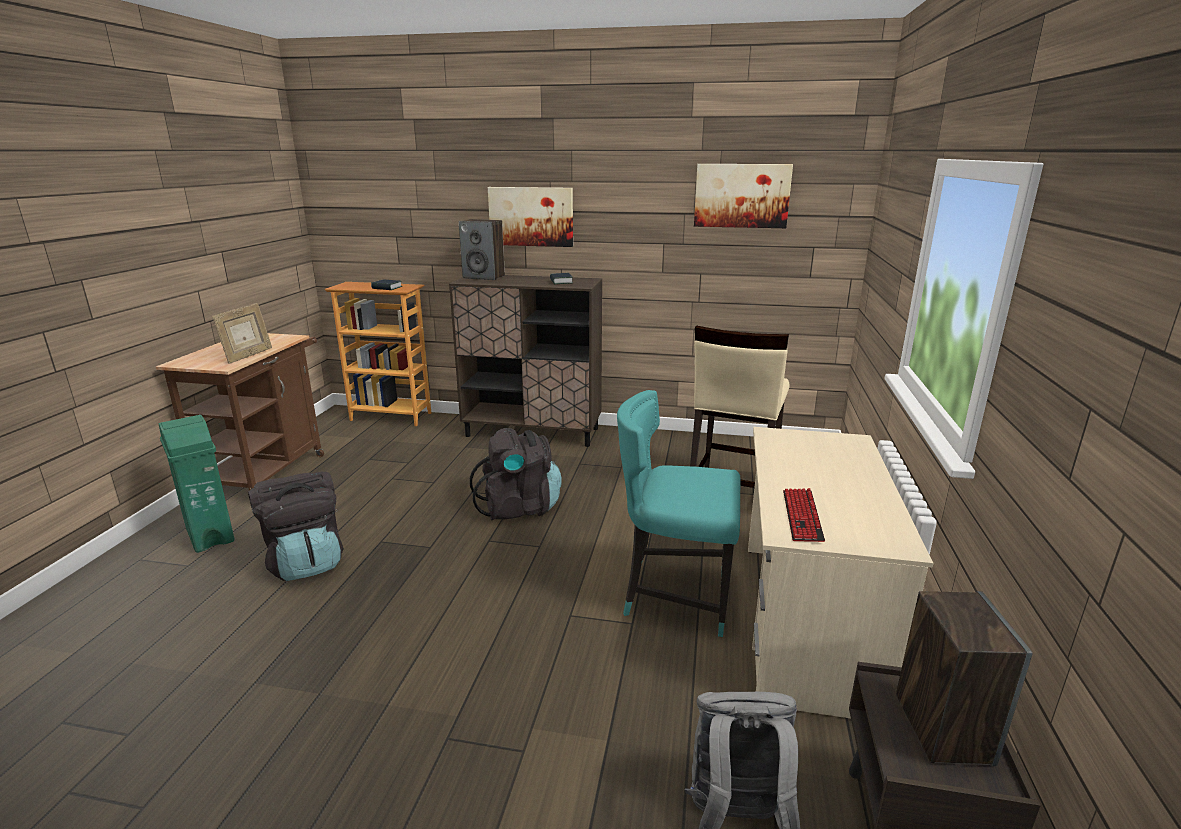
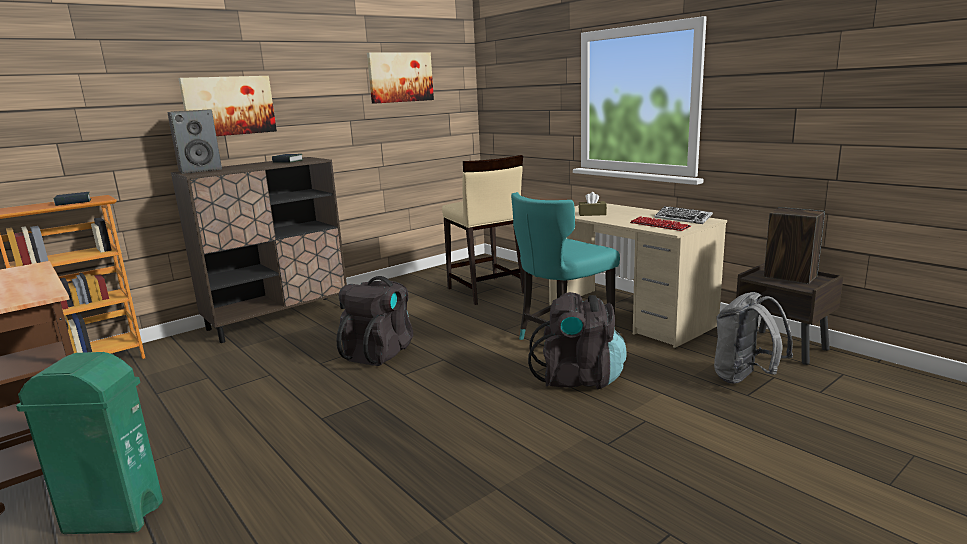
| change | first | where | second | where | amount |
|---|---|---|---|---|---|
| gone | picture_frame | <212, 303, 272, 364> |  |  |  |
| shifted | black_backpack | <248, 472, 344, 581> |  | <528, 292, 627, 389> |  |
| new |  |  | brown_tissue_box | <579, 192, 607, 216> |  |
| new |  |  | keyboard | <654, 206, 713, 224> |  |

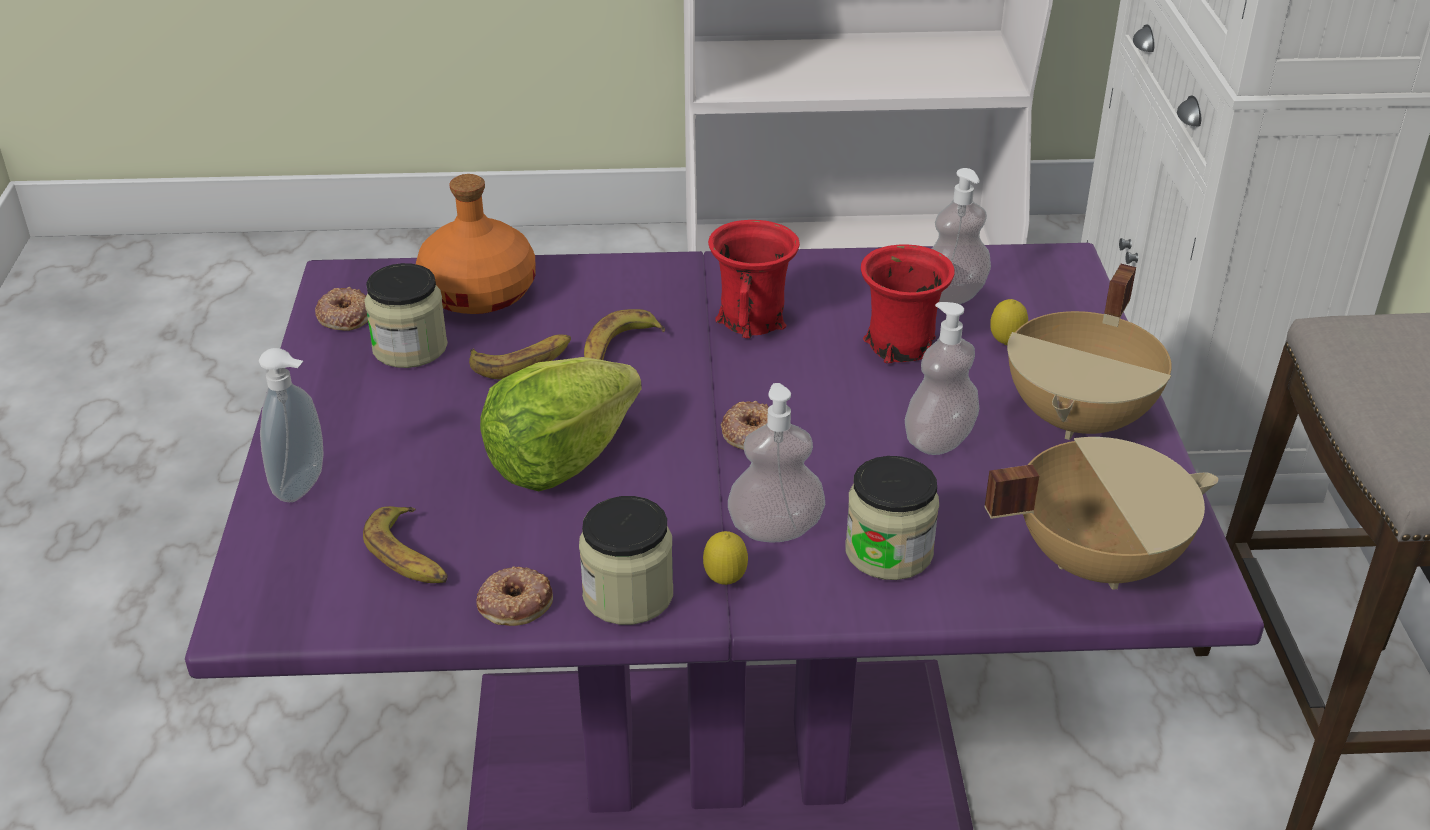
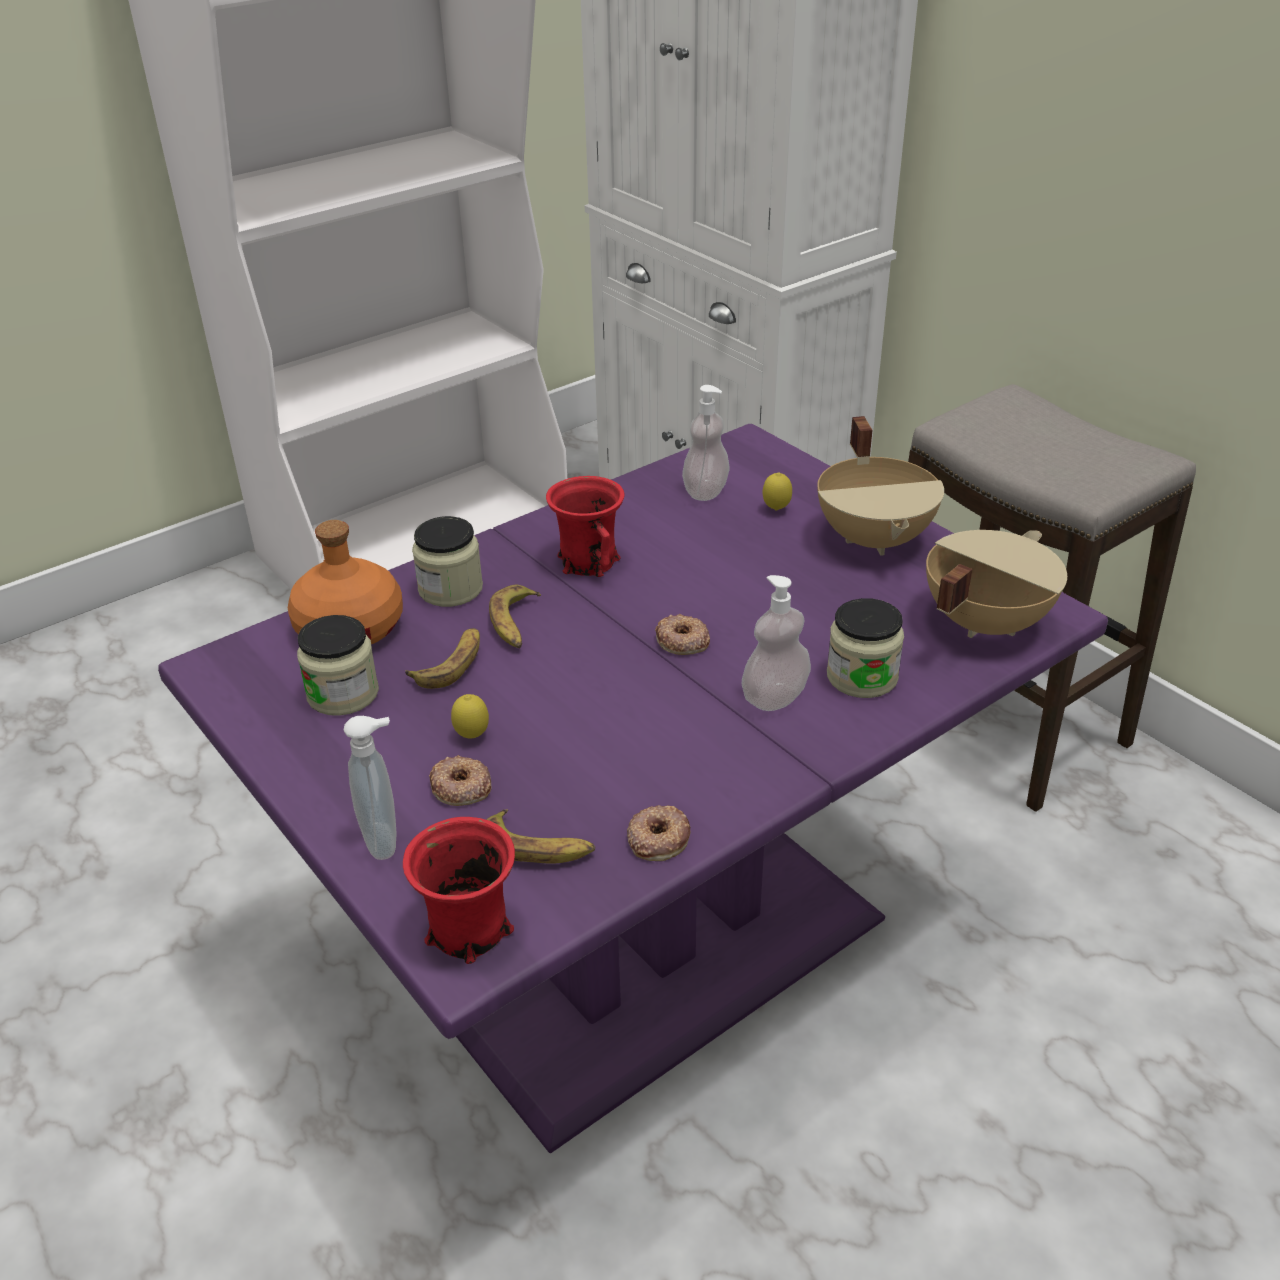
| change | first | where | second | where | amount |
|---|---|---|---|---|---|
| shifted | donut | <315, 287, 368, 331> |  | <429, 755, 492, 806> |  |
| gone | lettuce | <480, 357, 642, 491> |  |  |  |
| shifted | jar | <579, 496, 673, 625> |  | <412, 516, 483, 607> |  |
| shifted | lemon | <703, 531, 748, 585> |  | <451, 694, 489, 739> |  |
| shifted | red_mug | <861, 244, 955, 363> |  | <403, 817, 515, 964> |  |
| gone | soap_dispenser | <905, 302, 979, 455> |  |  |  |

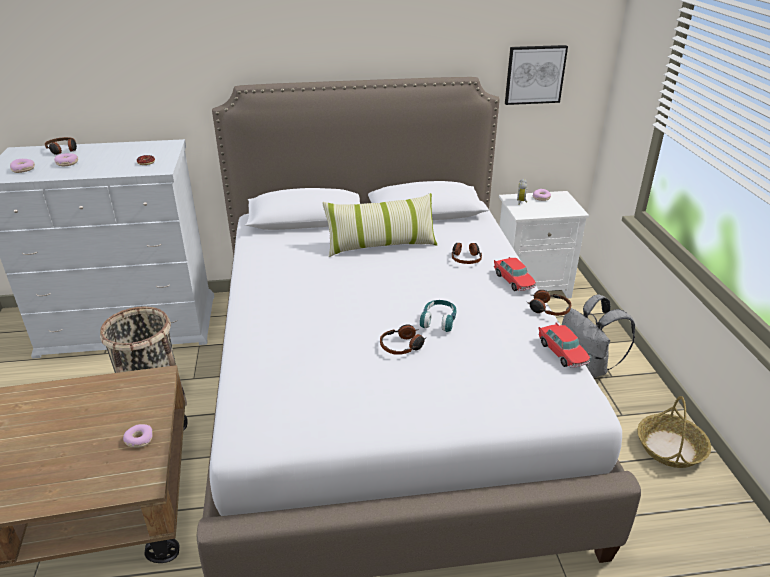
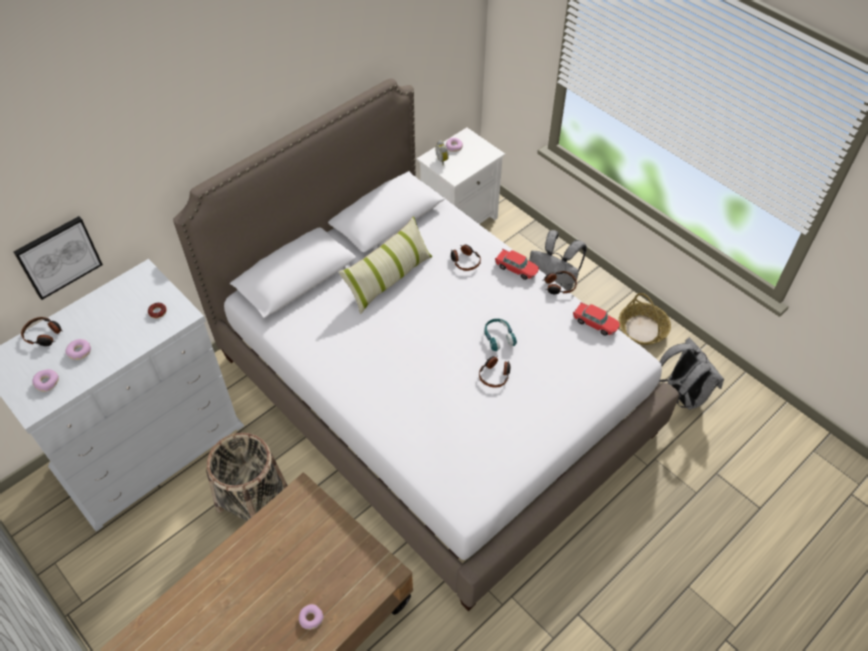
| change | first | where | second | where | amount |
|---|---|---|---|---|---|
| shifted | donut | <123, 424, 153, 448> |  | <299, 604, 324, 630> |  |
| shifted | picture | <505, 45, 568, 105> |  | <14, 216, 103, 300> |  |
| new |  |  | grey_backpack | <659, 338, 724, 410> |  |

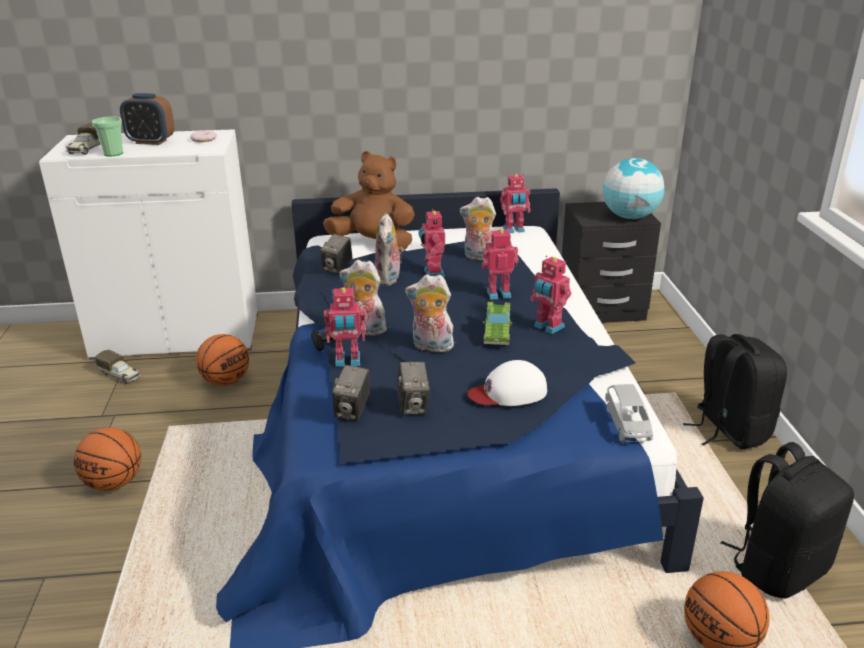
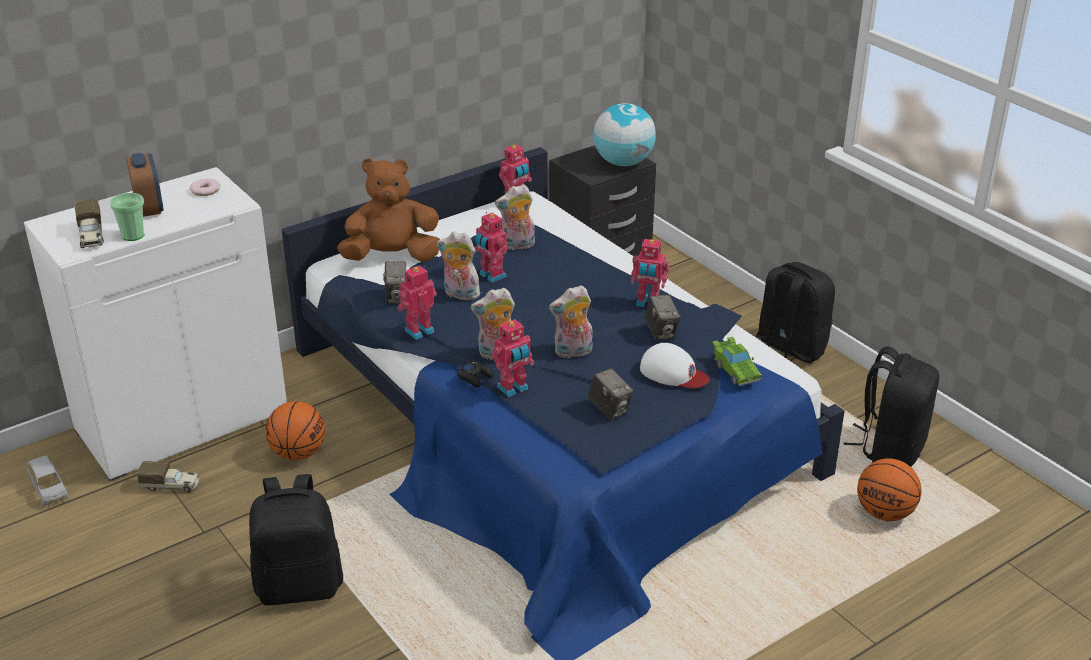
| change | first | where | second | where | amount |
|---|---|---|---|---|---|
| swapped | basketball | <74, 427, 141, 491> | black_backpack | <249, 474, 343, 605> |  |
| rotated | alarm_clock | <120, 93, 175, 145> |  | <126, 153, 164, 217> | 90 degrees counterclockwise |
| shifted | photo_camera | <332, 365, 370, 421> |  | <644, 294, 680, 340> |  |
| rotated | plush_toy | <374, 213, 404, 286> |  | <437, 232, 482, 300> | 135 degrees clockwise |
| rotated | white_cap | <467, 360, 547, 406> |  | <640, 343, 710, 389> | 105 degrees counterclockwise |
| shifted | toy_robot | <482, 229, 519, 300> |  | <397, 265, 437, 340> |  |
| shifted | green_toy_car | <483, 302, 512, 345> |  | <712, 337, 762, 386> |  |
| shifted | grey_toy_car | <605, 384, 653, 442> |  | <26, 455, 68, 506> |  |

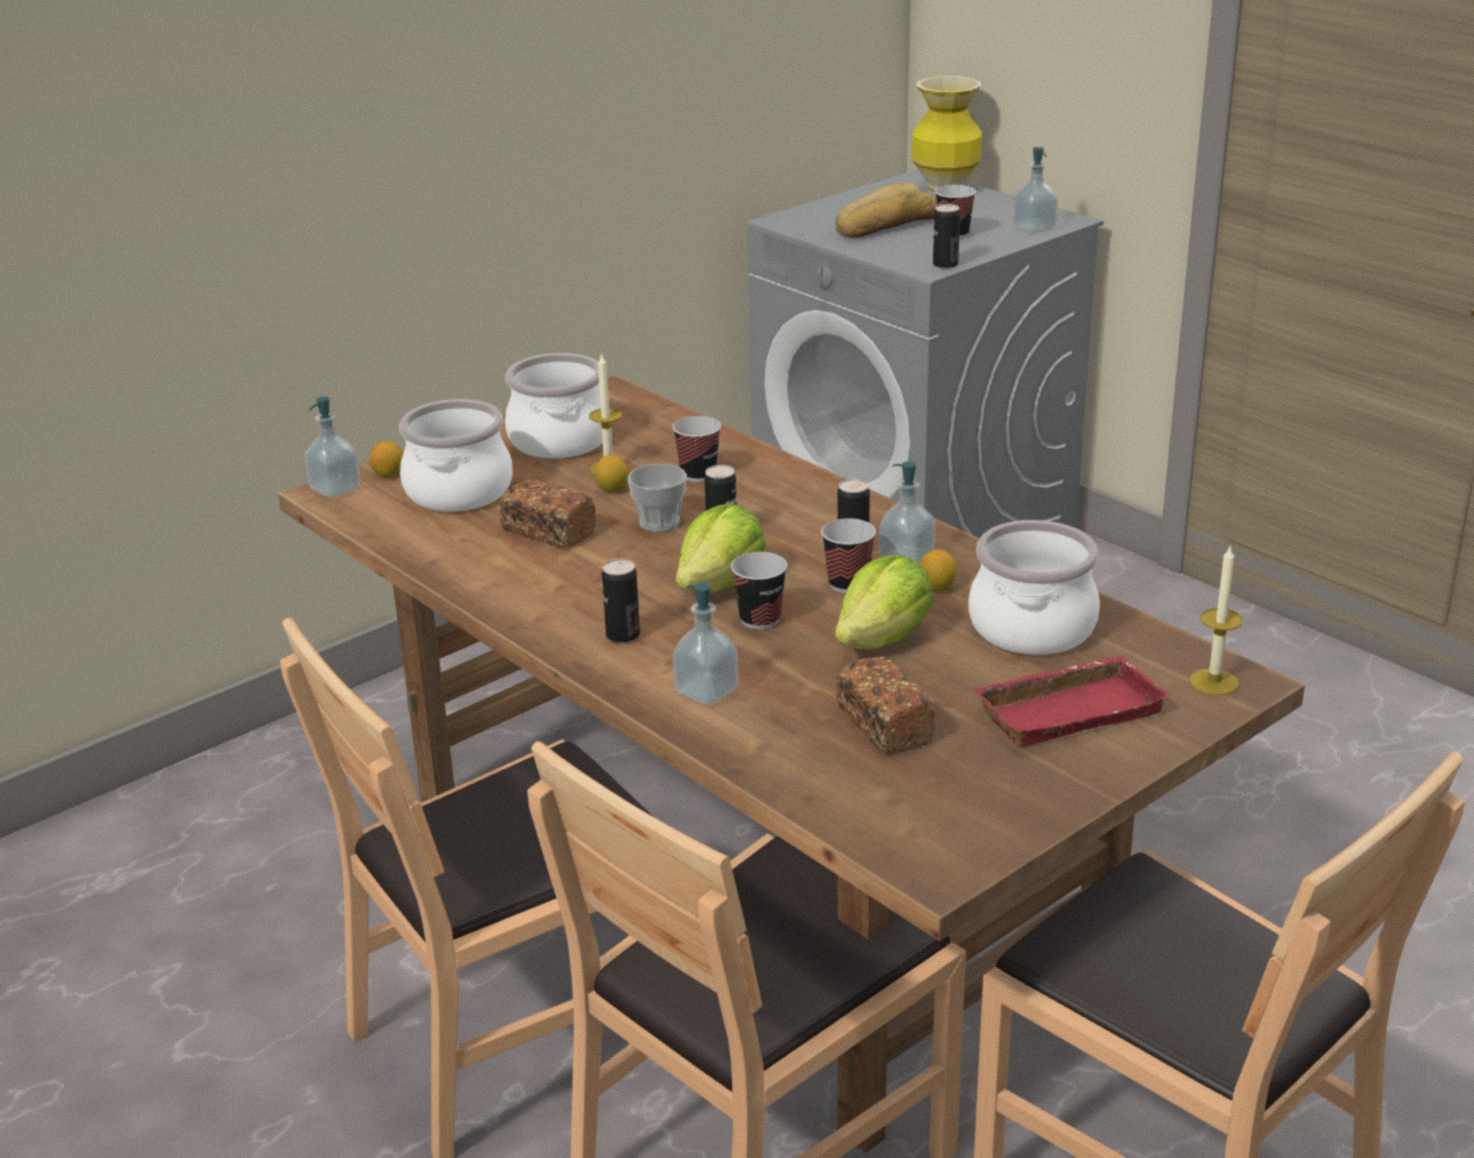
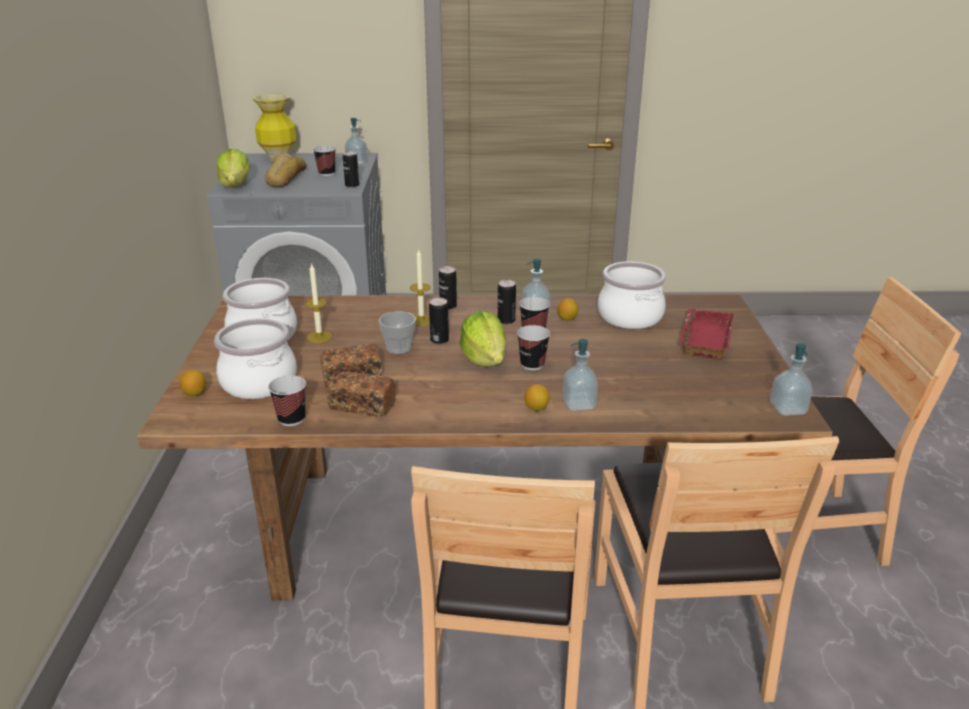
| change | first | where | second | where | amount |
|---|---|---|---|---|---|
| shifted | soap_dispenser | <305, 397, 361, 498> |  | <770, 343, 813, 416> |  |
| shifted | lemon | <595, 455, 629, 492> |  | <524, 384, 550, 411> |  |
| shifted | can | <602, 559, 640, 643> |  | <439, 266, 457, 309> |  |
| shifted | cup | <672, 416, 721, 482> |  | <268, 375, 306, 426> |  |
| shifted | lettuce | <835, 555, 933, 649> |  | <217, 149, 251, 188> |  |
| shifted | bread | <836, 656, 936, 753> |  | <326, 371, 396, 417> |  |
| shifted | candle | <1190, 547, 1243, 695> |  | <410, 248, 430, 326> |  |

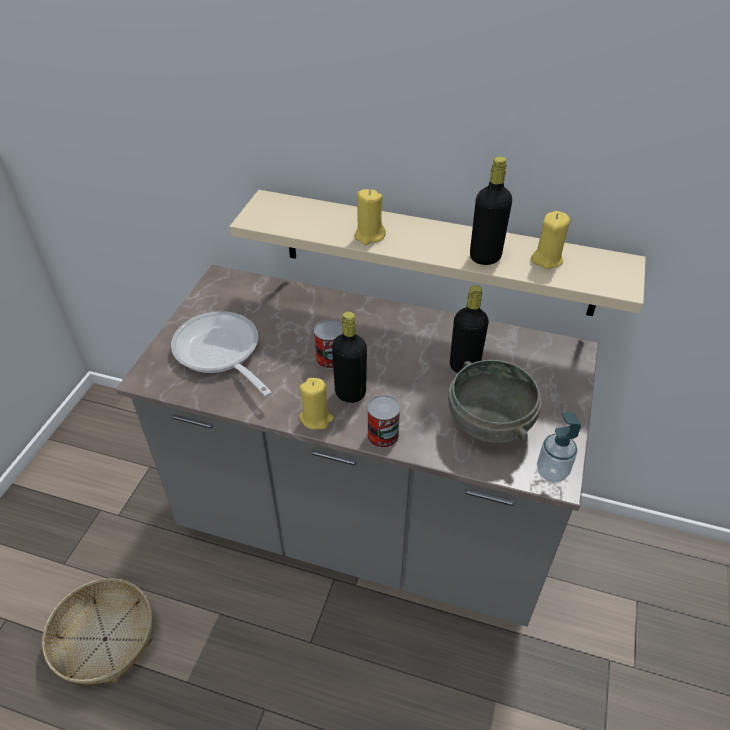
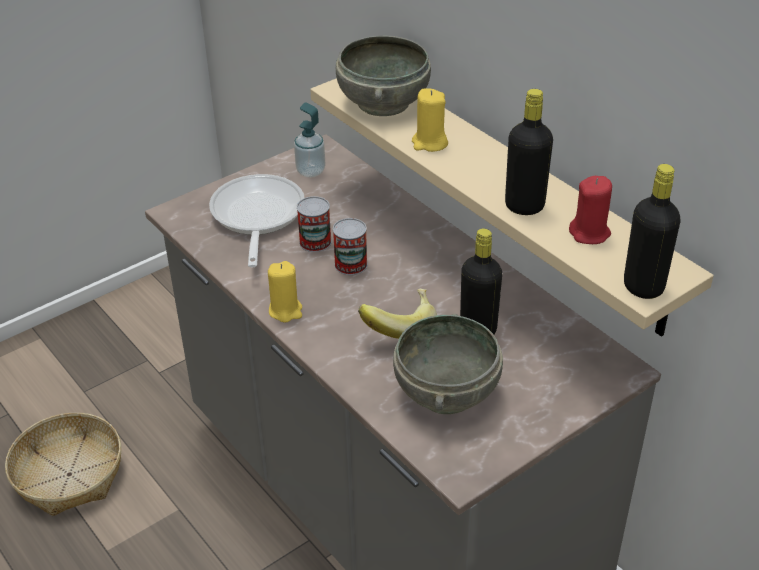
| change | first | where | second | where | amount |
|---|---|---|---|---|---|
| shifted | black_bottle | <332, 312, 367, 403> |  | <624, 164, 681, 299> |  |
| shifted | can | <367, 395, 400, 448> |  | <297, 196, 332, 252> |  |
| repainted | yellow_candle | <531, 211, 570, 269> | red_candle | <569, 176, 612, 244> |  |
| shifted | soap_dispenser | <537, 412, 581, 482> |  | <294, 102, 326, 178> |  |
| new |  |  | grey_bowl | <336, 35, 431, 116> |  |
| new |  |  | banana | <358, 289, 437, 339> |  |

